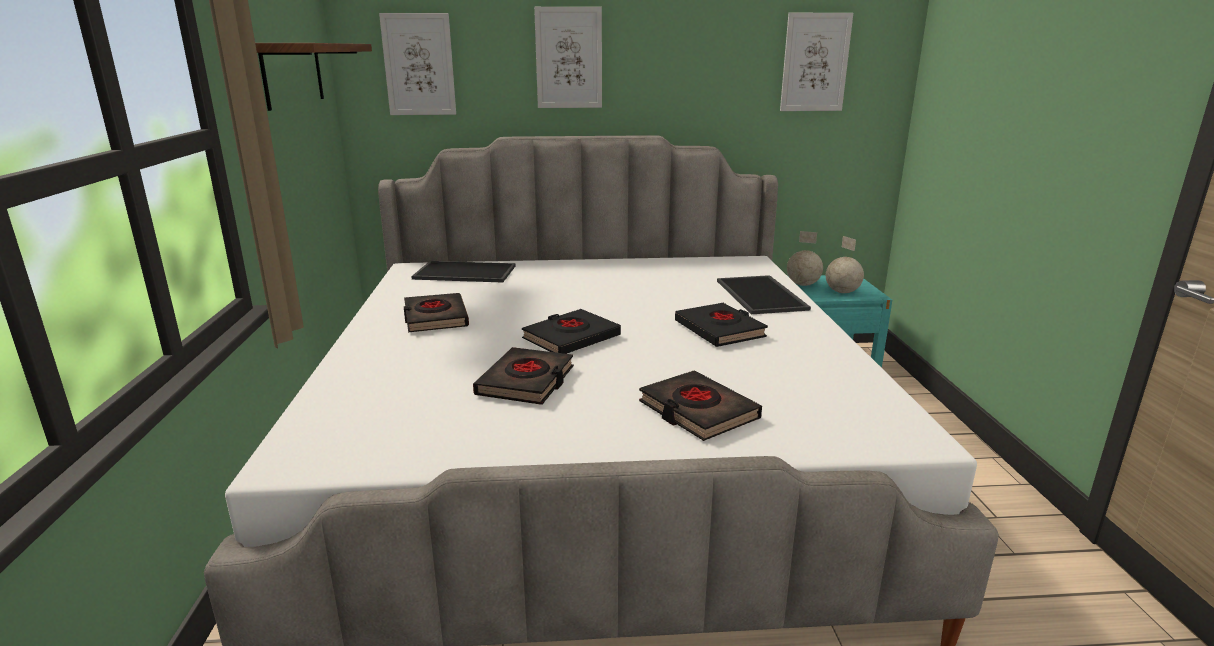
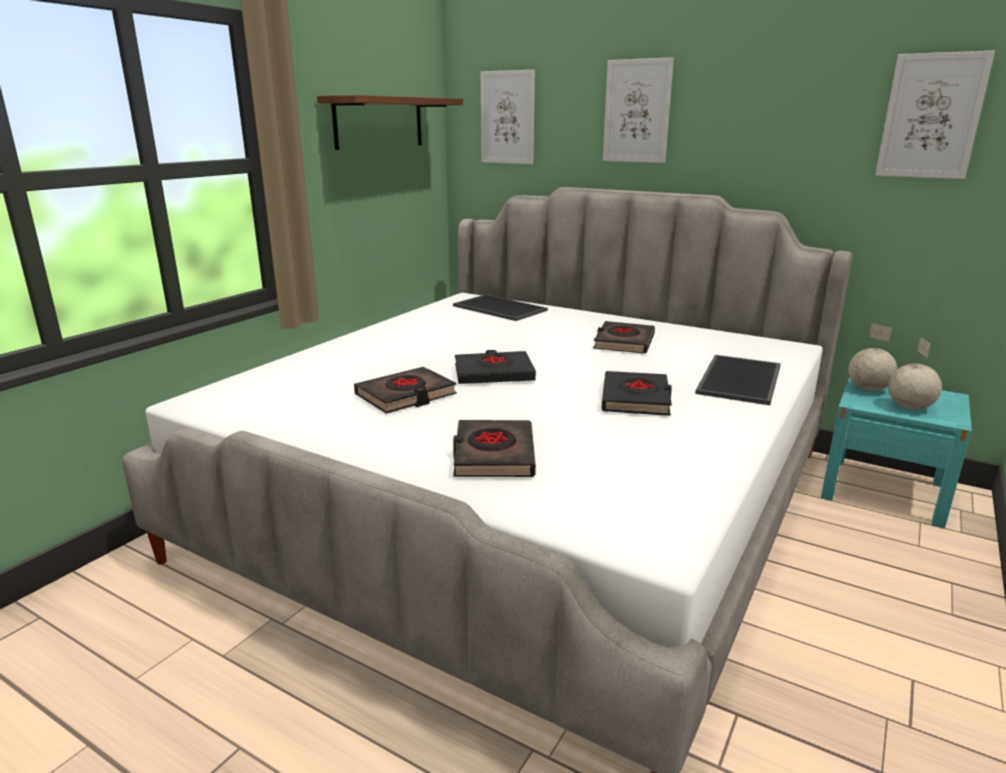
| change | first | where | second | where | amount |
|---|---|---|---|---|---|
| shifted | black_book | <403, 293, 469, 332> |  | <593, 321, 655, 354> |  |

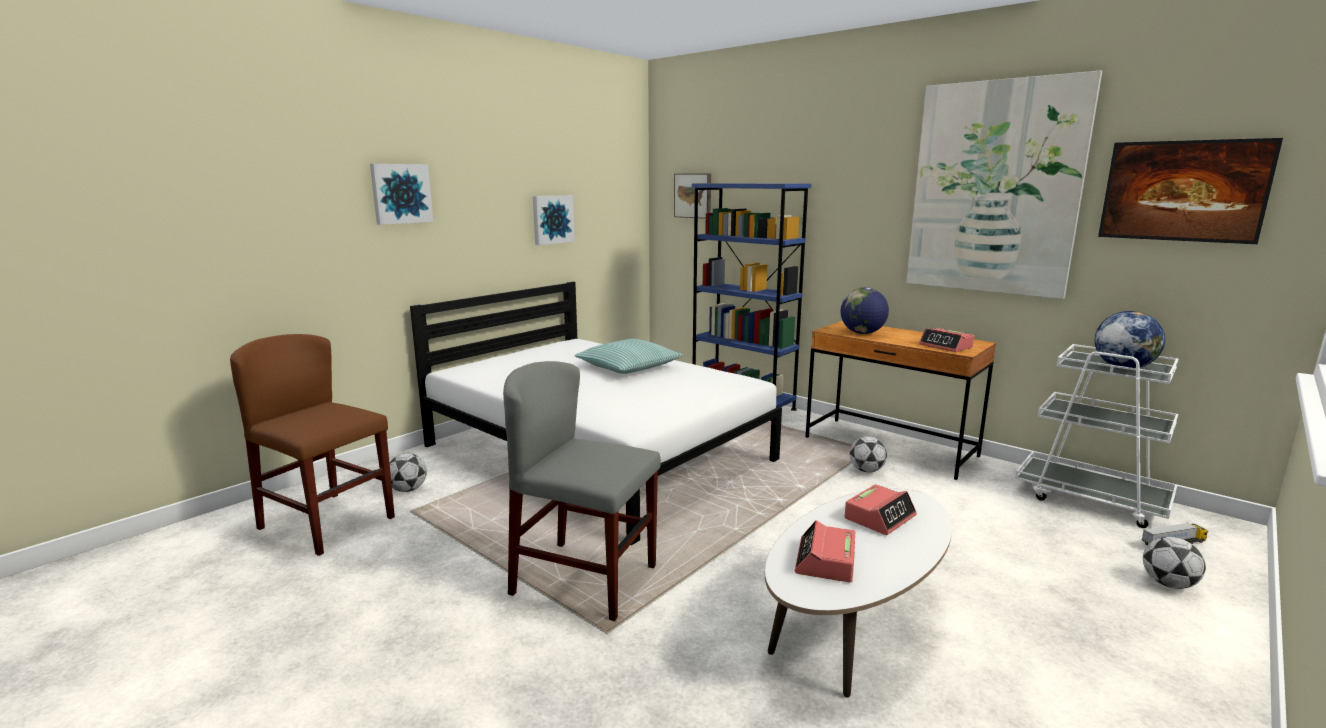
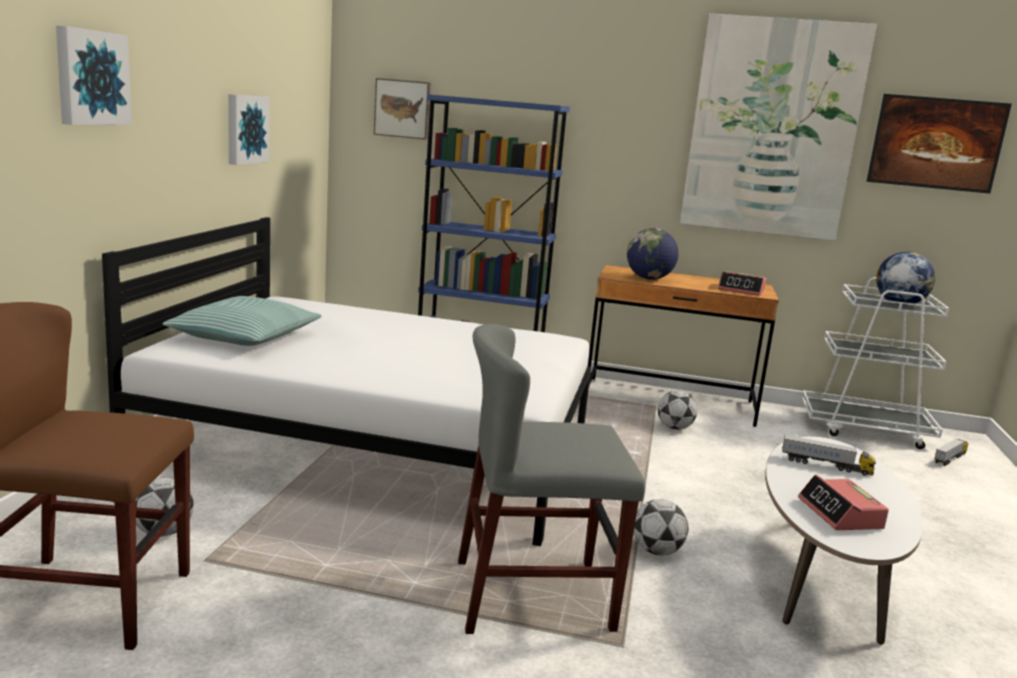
| change | first | where | second | where | amount |
|---|---|---|---|---|---|
| shifted | pillow | <575, 339, 683, 374> |  | <163, 296, 322, 346> |  |
| swapped | alarm_clock | <844, 484, 917, 535> | toy_truck | <782, 434, 876, 476> |  |
| shifted | football | <1143, 537, 1206, 589> |  | <634, 499, 689, 555> |  |

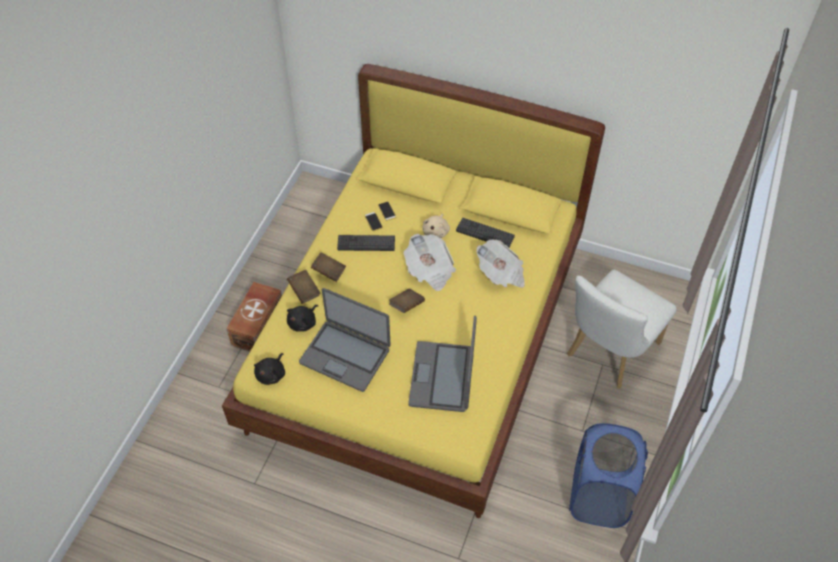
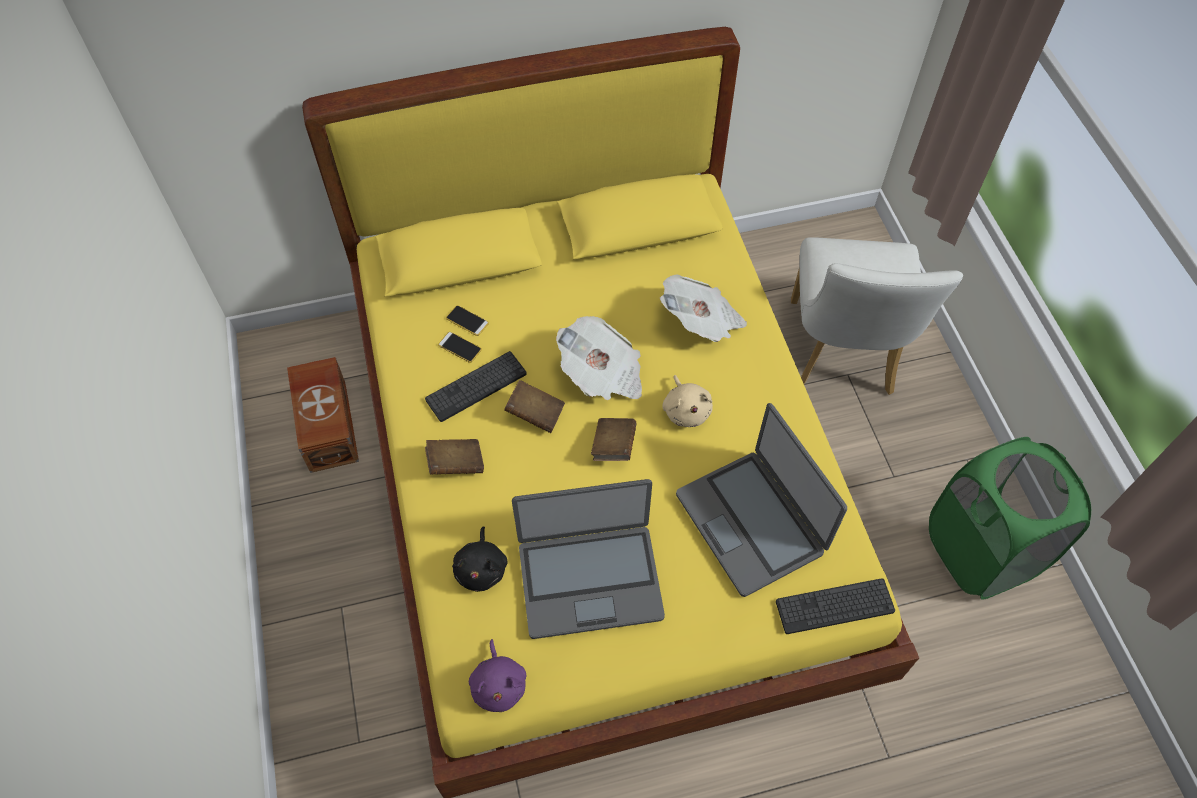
| change | first | where | second | where | amount |
|---|---|---|---|---|---|
| shifted | brown_storage_box | <226, 282, 282, 351> |  | <287, 357, 359, 473> |  |
| repainted | black_plush_toy | <254, 353, 285, 385> | purple_plush_toy | <469, 639, 526, 712> |  |
| shifted | brown_book | <287, 270, 321, 304> |  | <504, 380, 565, 433> |  |
| shifted | beige_plush_toy | <422, 214, 450, 238> |  | <662, 375, 713, 427> |  |
| shifted | keyboard | <456, 218, 515, 247> |  | <776, 578, 895, 634> |  |
| repainted | blue_laundry_basket | <569, 423, 648, 528> | green_laundry_basket | <929, 437, 1091, 600> |  |

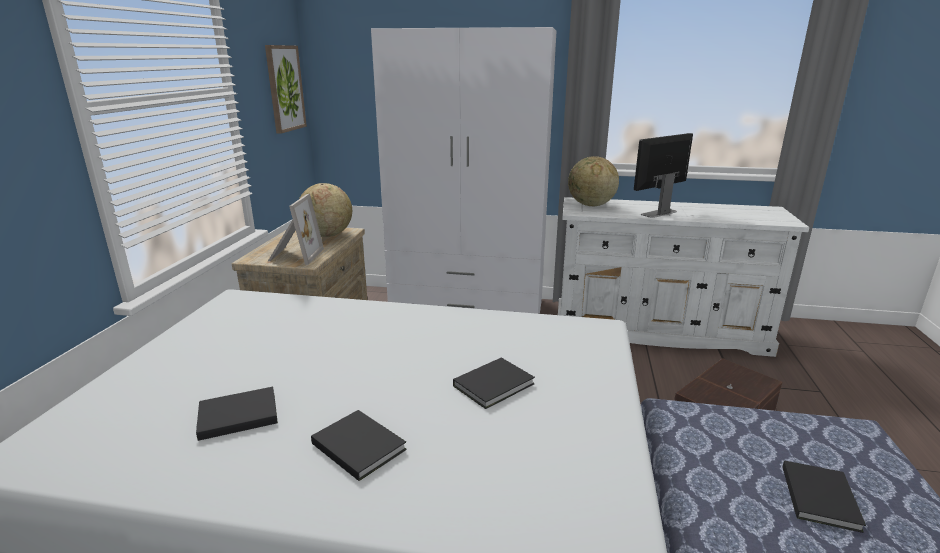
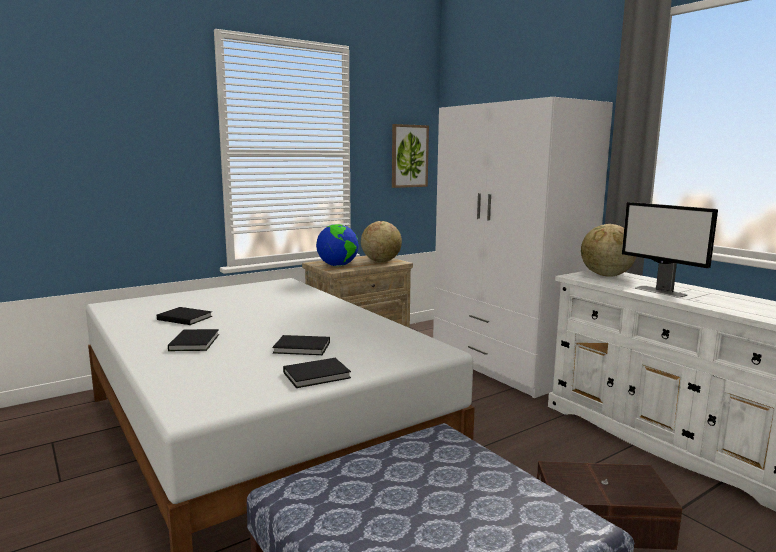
| change | first | where | second | where | amount |
|---|---|---|---|---|---|
| swapped | picture_frame | <268, 194, 324, 265> | globe | <316, 224, 359, 267> |  |
| rotated | monitor | <634, 133, 693, 218> |  | <622, 202, 718, 298> | 135 degrees counterclockwise |
| shifted | black_book | <782, 460, 866, 533> |  | <283, 358, 351, 388> |  |

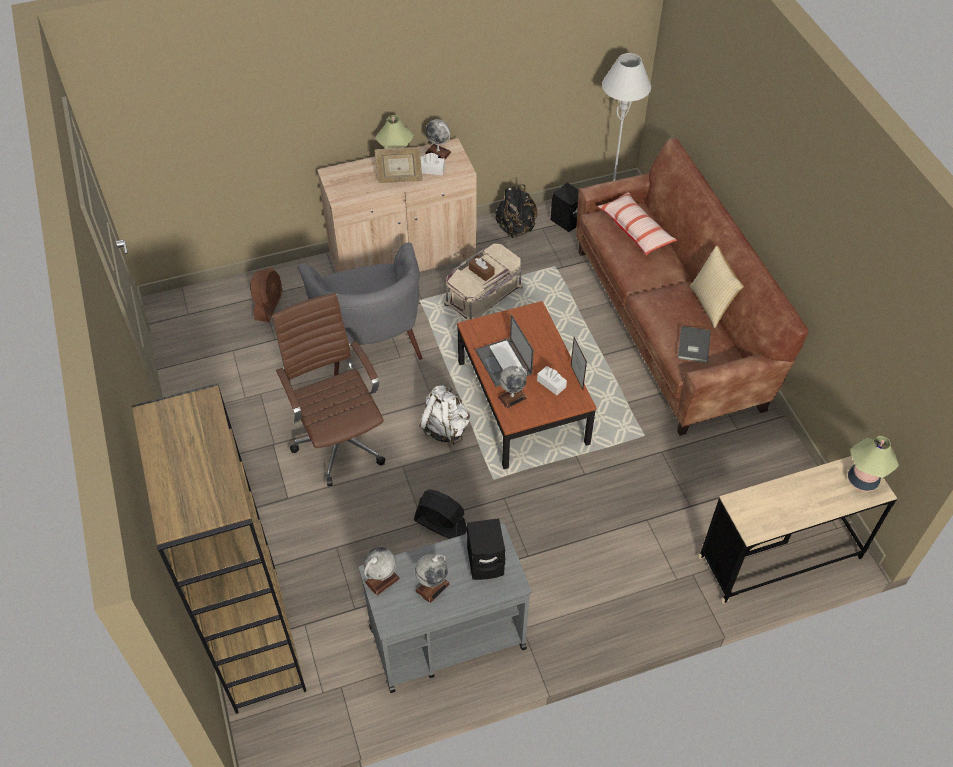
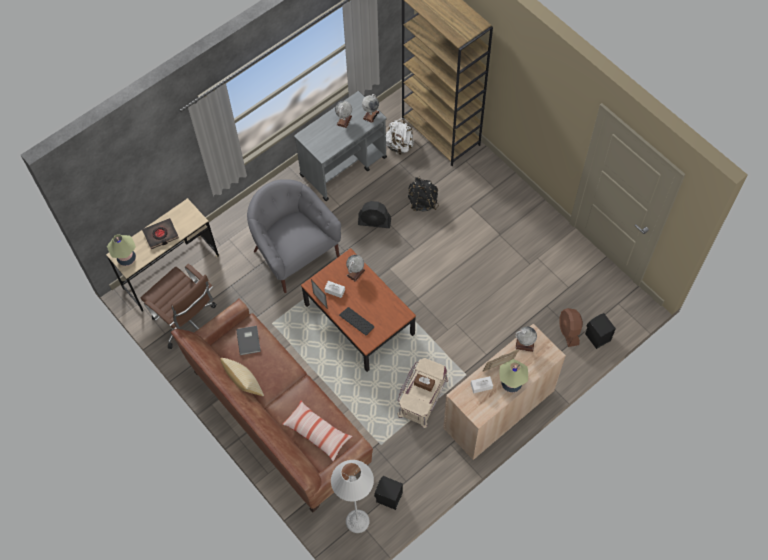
| change | first | where | second | where | amount |
|---|---|---|---|---|---|
| shifted | brown_office_chair | <272, 293, 385, 486> |  | <141, 264, 217, 349> |  |
| shifted | grey_armchair | <297, 243, 422, 376> |  | <247, 179, 341, 293> |  |
| shifted | white_backpack | <419, 386, 470, 445> |  | <386, 118, 414, 155> |  |
| shifted | globe | <425, 119, 452, 159> |  | <515, 326, 537, 352> |  |
| shifted | black_speaker | <467, 518, 505, 580> |  | <585, 313, 616, 349> |  |
| gone | laptop | <475, 314, 534, 387> |  |  |  |
| shifted | black_backpack | <495, 184, 537, 238> |  | <408, 176, 439, 212> |  |
| new |  |  | black_book | <142, 218, 179, 249> |  |
| new |  |  | keyboard | <339, 307, 375, 335> |  |

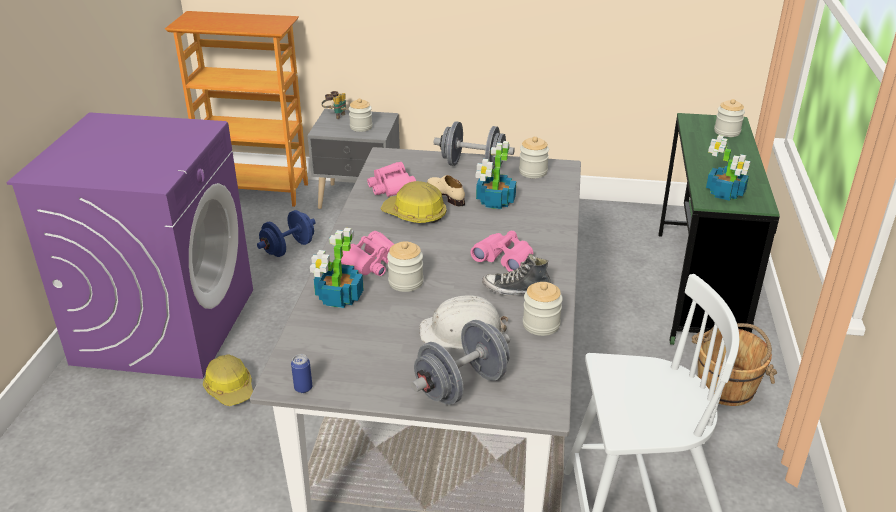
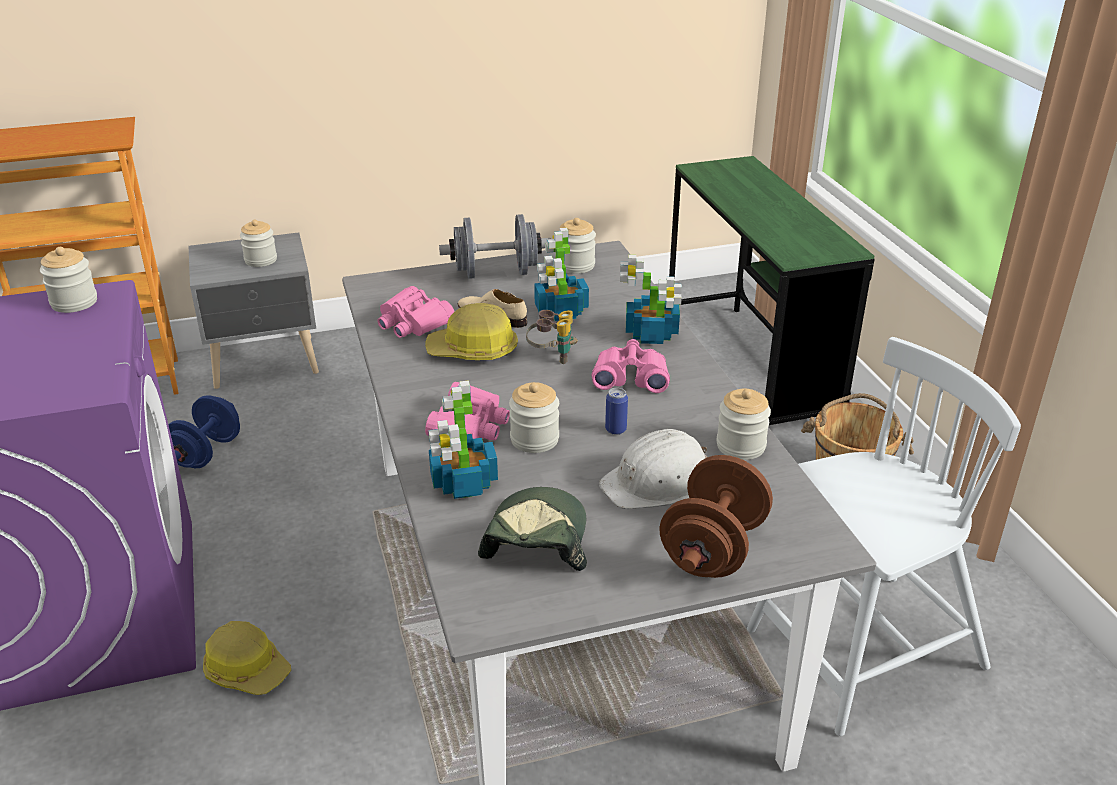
| change | first | where | second | where | amount |
|---|---|---|---|---|---|
| shifted | can | <291, 354, 312, 393> |  | <605, 388, 628, 435> |  |
| shifted | binoculars | <321, 91, 346, 119> |  | <526, 310, 577, 364> |  |
| repainted | grey_dumbbell | <411, 320, 510, 405> | brown_dumbbell | <659, 455, 773, 578> |  |
| gone | shoe | <482, 254, 550, 296> |  |  |  |
| shifted | potted_plant | <706, 135, 751, 201> |  | <620, 255, 682, 344> |  |
| shifted | jar | <714, 99, 745, 137> |  | <40, 247, 97, 313> |  |
| new |  |  | cap | <478, 487, 587, 571> |  |

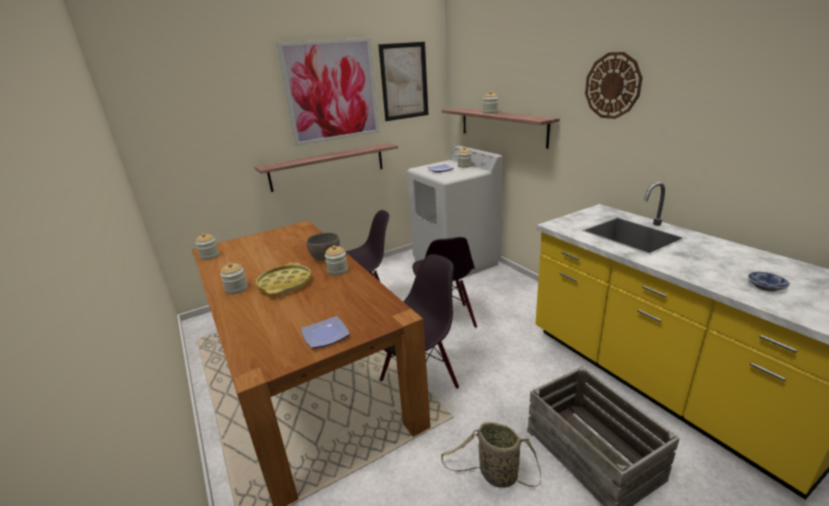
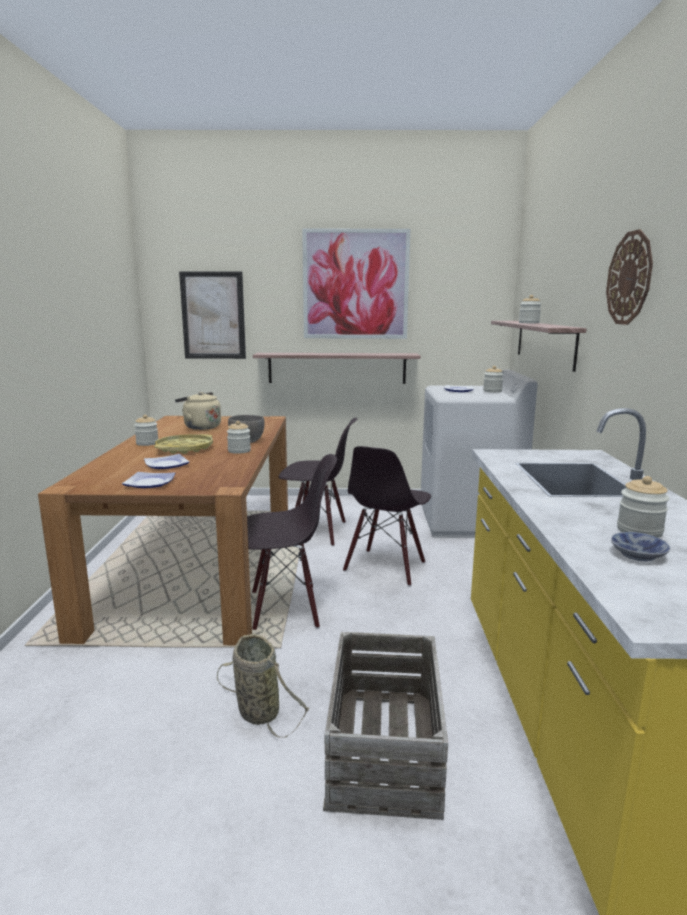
| change | first | where | second | where | amount |
|---|---|---|---|---|---|
| shifted | jar | <195, 233, 219, 260> |  | <617, 476, 670, 538> |  |
| shifted | picture | <378, 42, 429, 121> |  | <179, 271, 246, 359> |  |
| new |  |  | plate | <144, 454, 189, 469> |  |
| new |  |  | beige_kettle | <175, 392, 221, 430> |  |

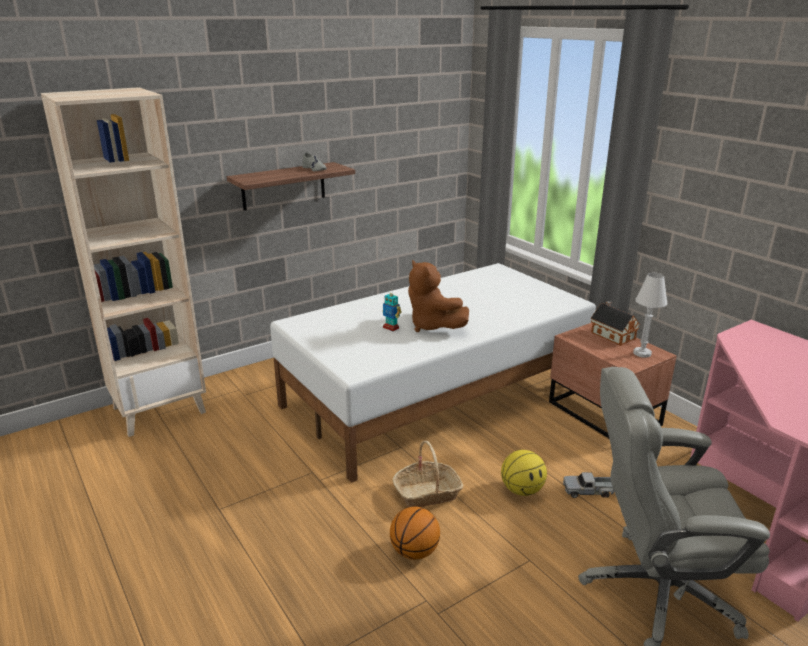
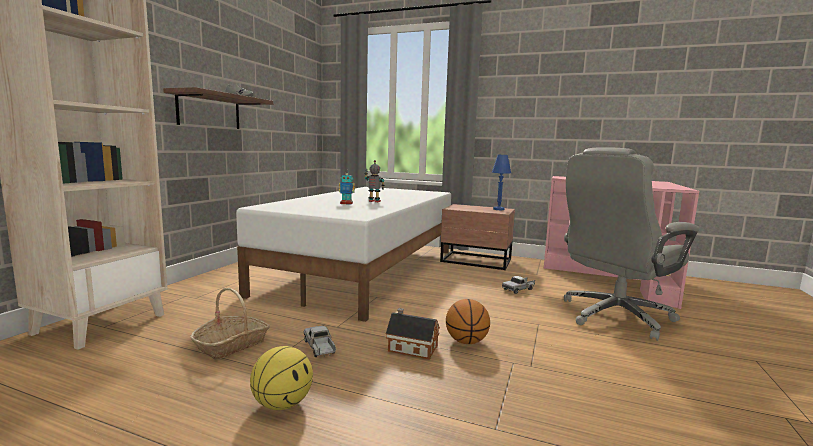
| change | first | where | second | where | amount |
|---|---|---|---|---|---|
| shifted | basket | <393, 441, 464, 508> |  | <190, 288, 270, 360> |  |
| swapped | brown_plush_toy | <408, 260, 469, 332> | toy_robot | <365, 160, 385, 202> |  |
| shifted | basketball | <501, 450, 547, 496> |  | <250, 346, 313, 410> |  |
| shifted | toy_house | <591, 301, 640, 346> |  | <386, 308, 440, 360> |  |
| repainted | white_table_lamp | <633, 273, 667, 358> | blue_table_lamp | <492, 155, 511, 210> |  |
| new |  |  | toy_truck | <304, 326, 336, 357> |  |

